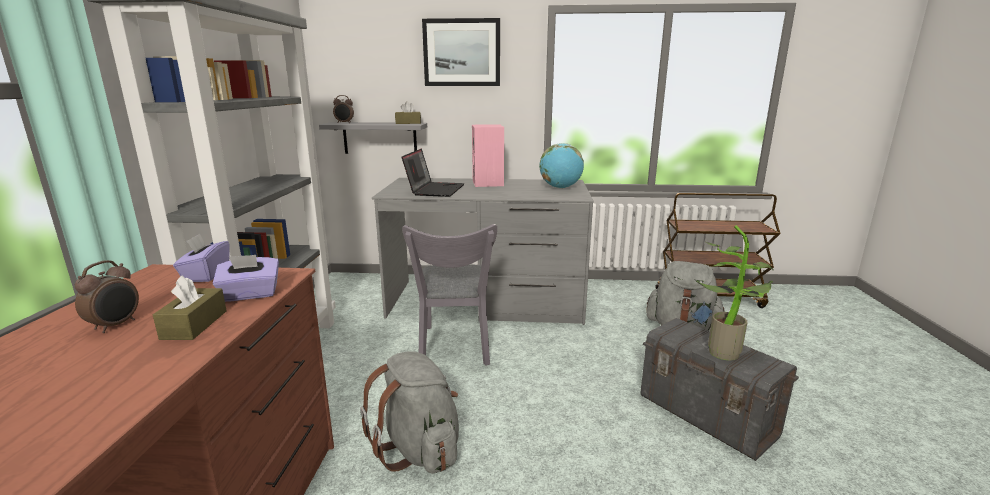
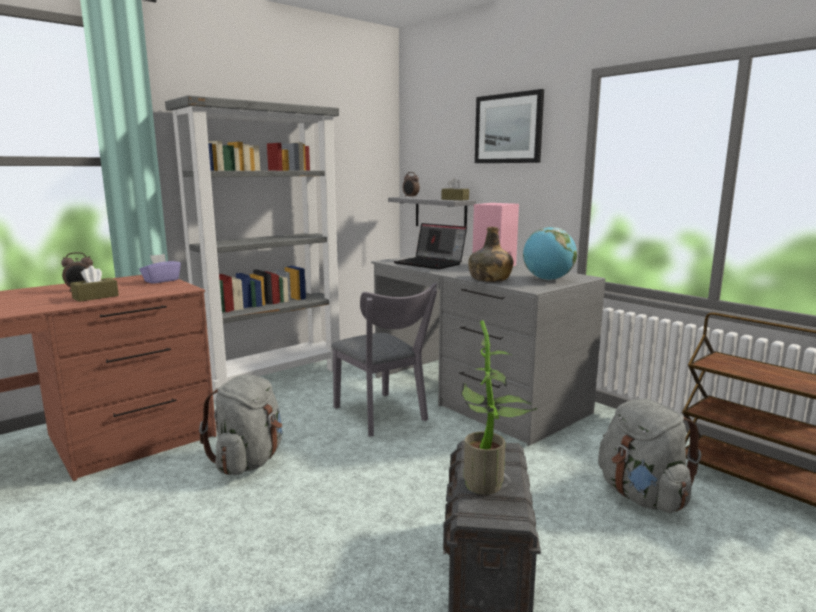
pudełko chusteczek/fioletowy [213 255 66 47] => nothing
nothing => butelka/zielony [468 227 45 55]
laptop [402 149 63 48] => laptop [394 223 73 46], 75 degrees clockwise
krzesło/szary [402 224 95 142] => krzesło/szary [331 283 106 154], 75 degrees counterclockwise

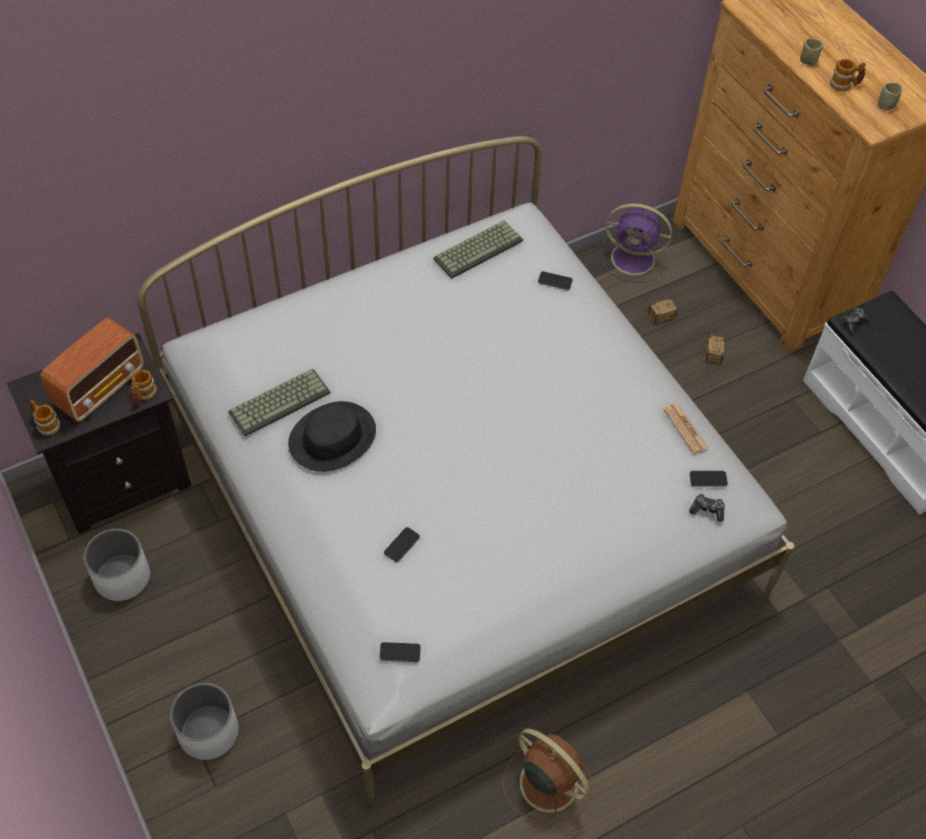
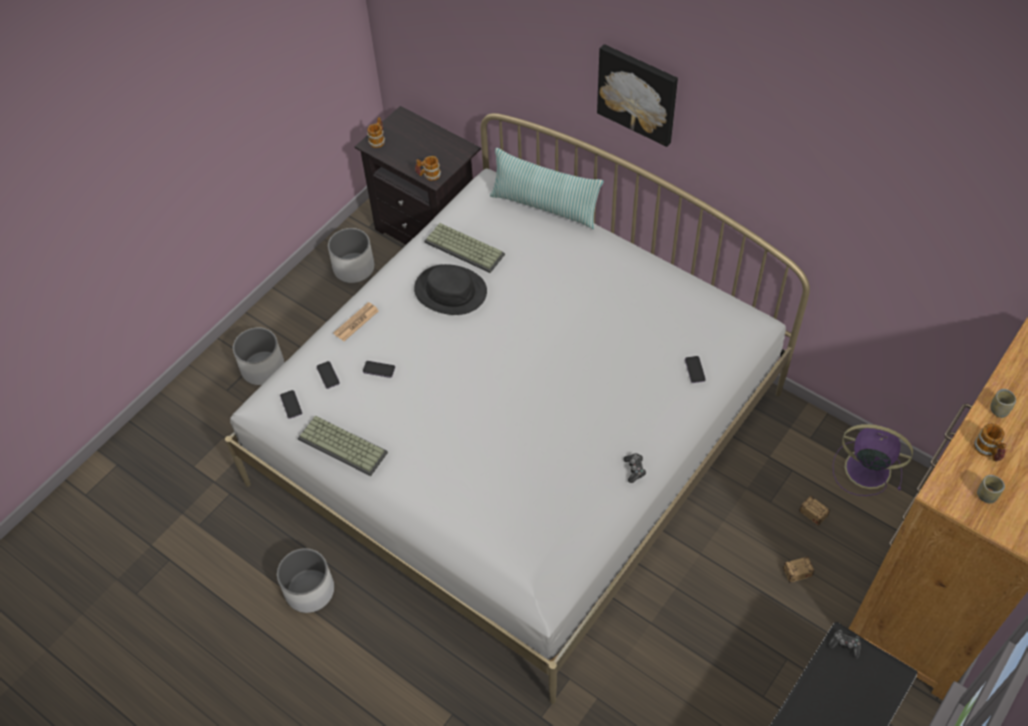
radio [41 318 103 104] => nothing
nothing => poduszka [490 148 114 81]
nothing => obraz [597 44 81 103]
klawiatura [433 220 90 59] => klawiatura [298 416 90 60], moved
gazeta [663 403 45 51] => gazeta [333 302 46 39], moved
telefon [689 471 39 16] => telefon [317 361 23 28], moved
pad do gier [689 494 36 28] => pad do gier [624 453 22 30], moved
wentylator/brązowy [503 728 89 98] => donica/biały [277 548 57 65]
wentylator/fioletowy [601 203 71 80] => wentylator/fioletowy [833 424 80 72], 120 degrees clockwise

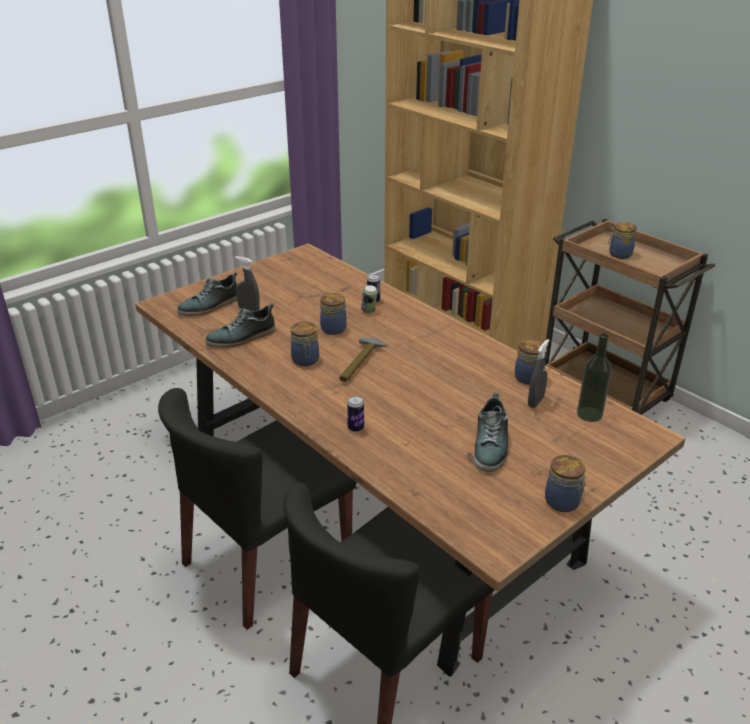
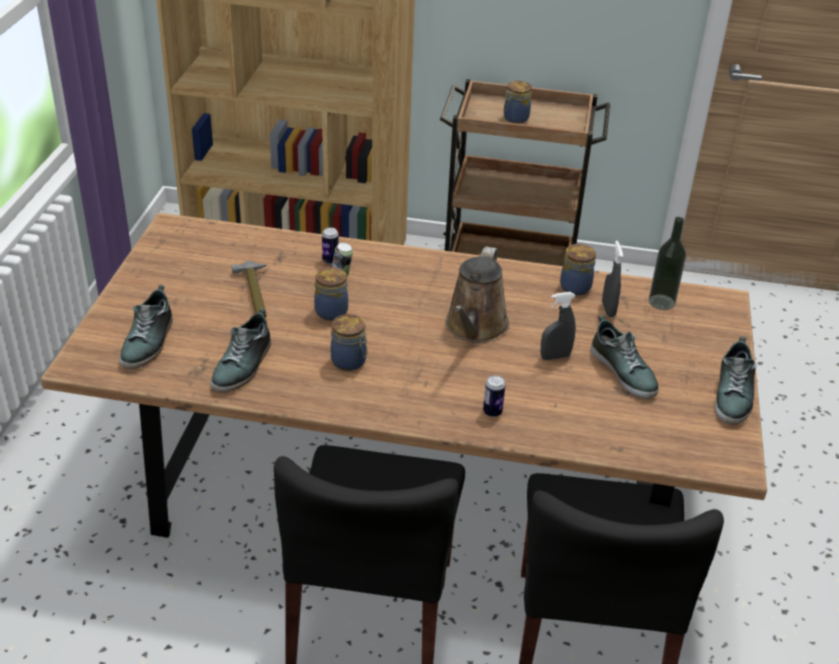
nothing => konewka/brązowy [445 246 64 97]
spryskiwacz/szary [235 256 25 55] => spryskiwacz/szary [540 292 36 68], moved
młotek [339 337 48 45] => młotek [232 261 35 57], moved
słoik [545 455 41 57] => but [715 336 41 89]

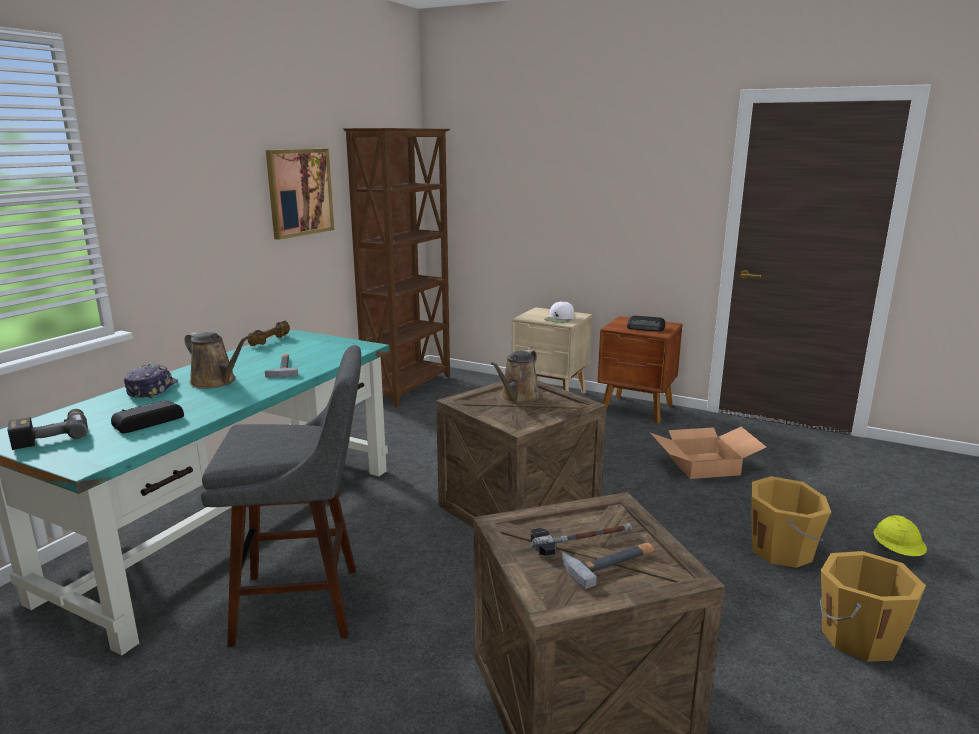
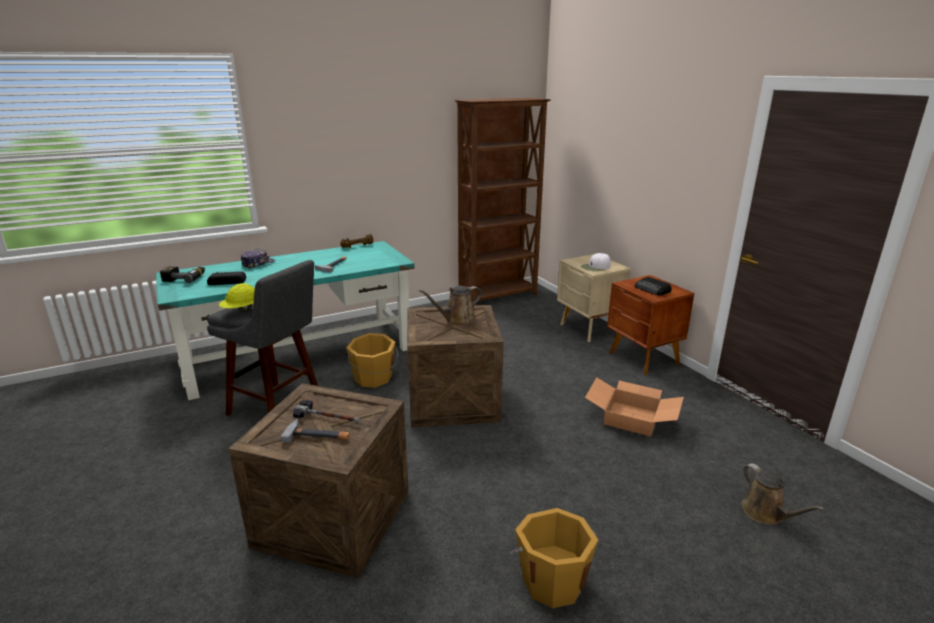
obraz [266 149 68 91] => nothing
konewka/brązowy [185 332 63 57] => konewka/brązowy [742 464 82 61], moved
wiadro/pomarańczowy [751 476 80 92] => wiadro/pomarańczowy [346 333 52 55], moved
kask/żółty [874 515 53 41] => kask/żółty [219 283 36 29], moved

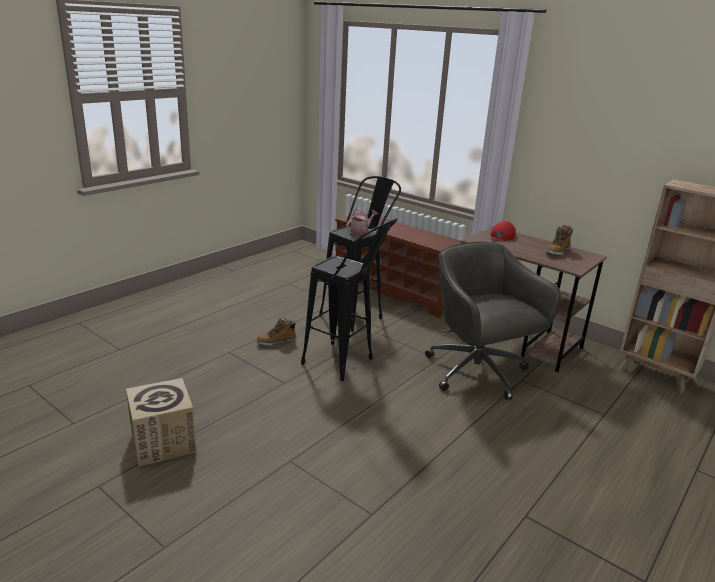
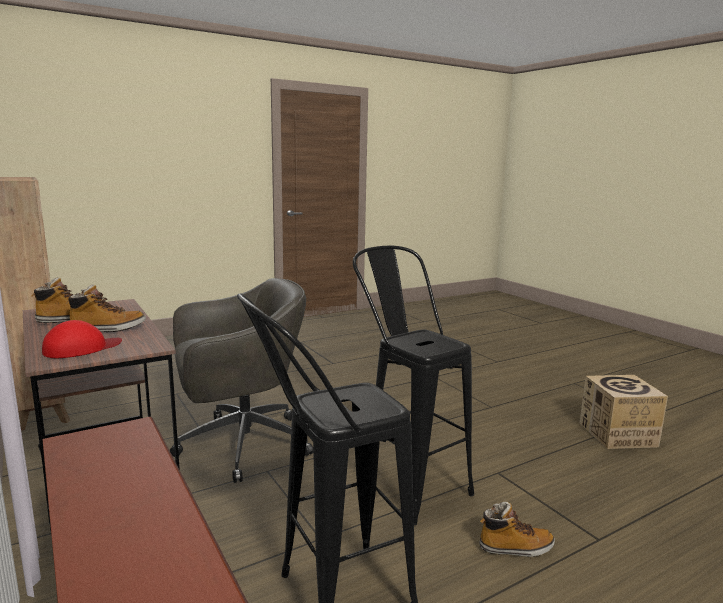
konewka [346 208 32 29] => nothing
nothing => but z cholewką [65 284 81 48]
krzesło biurowe/szary [425 242 136 158] => krzesło biurowe/szary [170 278 143 205], 105 degrees counterclockwise

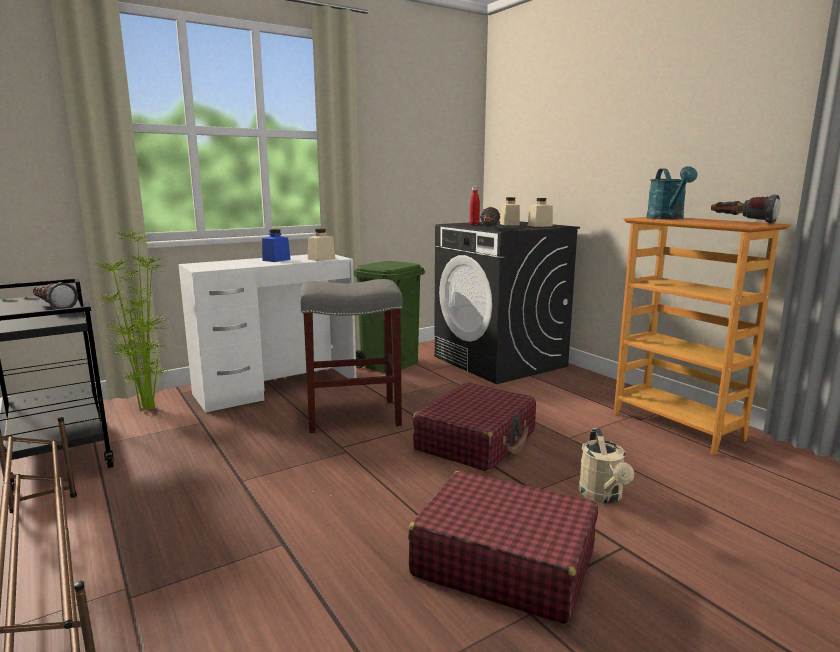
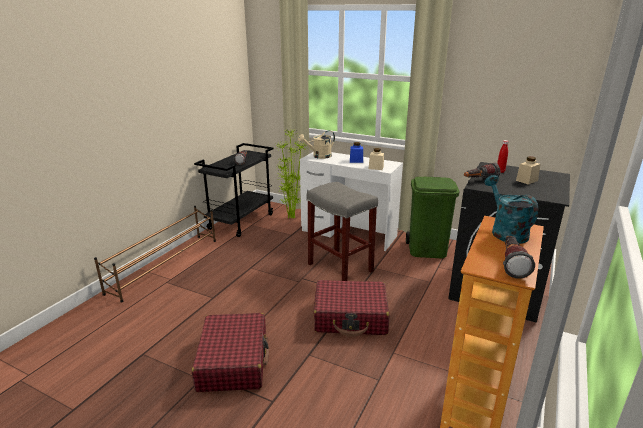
słoik/beżowy [528 198 25 29] => nothing
konewka/beżowy [578 428 56 75] => konewka/beżowy [298 130 37 29], moved
konewka/turkusowy [646 166 52 53] => konewka/turkusowy [484 175 54 69], 105 degrees clockwise

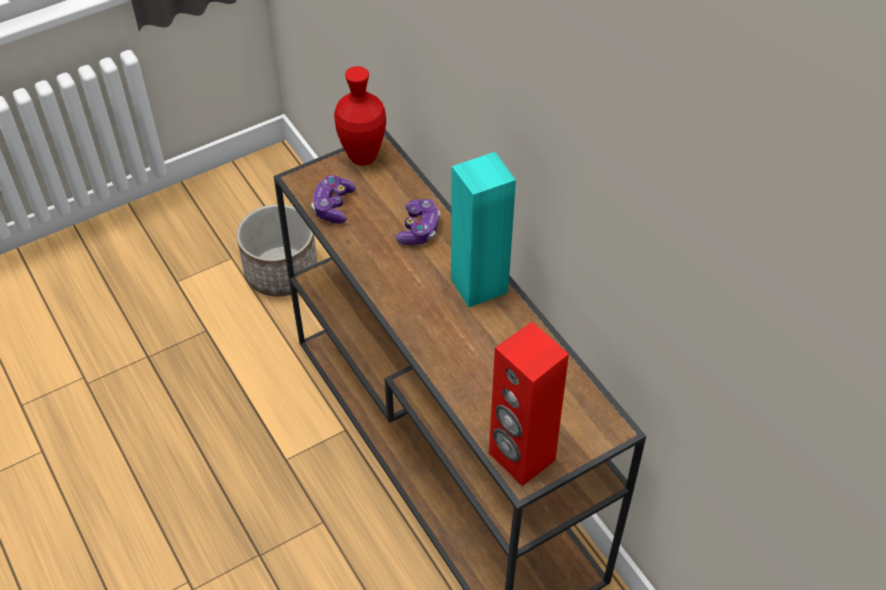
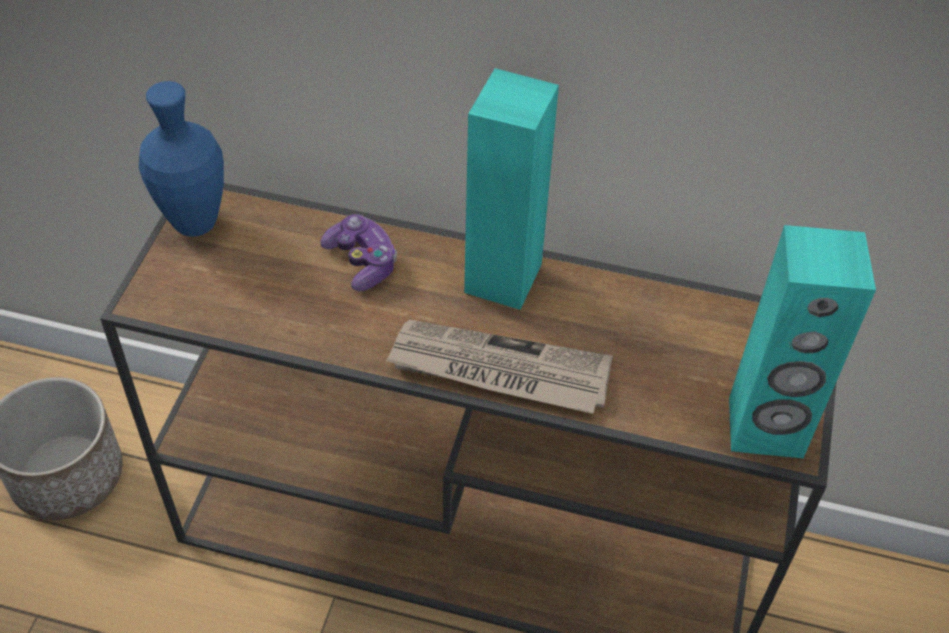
pad do gier [311 175 45 49] => nothing
nothing => gazeta [385 320 228 94]
wazon/czerwony [334 66 52 100] => wazon/niebieski [139 81 85 156]
głośnik/czerwony [489 322 80 164] => głośnik/turkusowy [729 225 147 233]

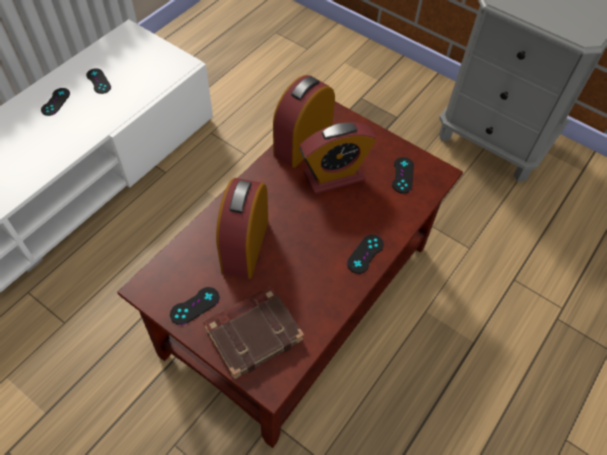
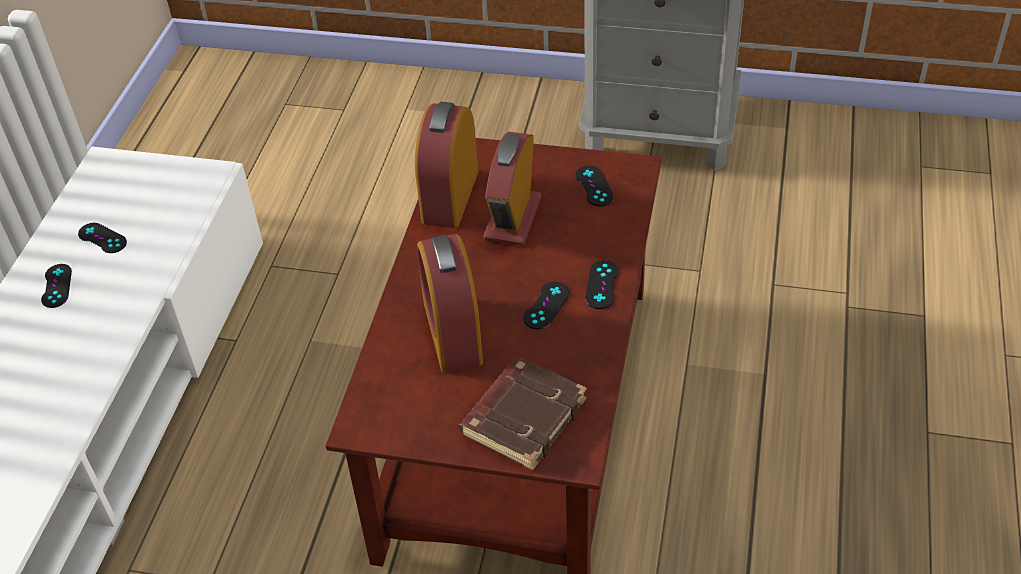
pad do gier/czarny [170 287 49 38] => pad do gier/czarny [523 282 47 47], moved
budzik [300 122 76 72] => budzik [483 132 59 114], 150 degrees clockwise

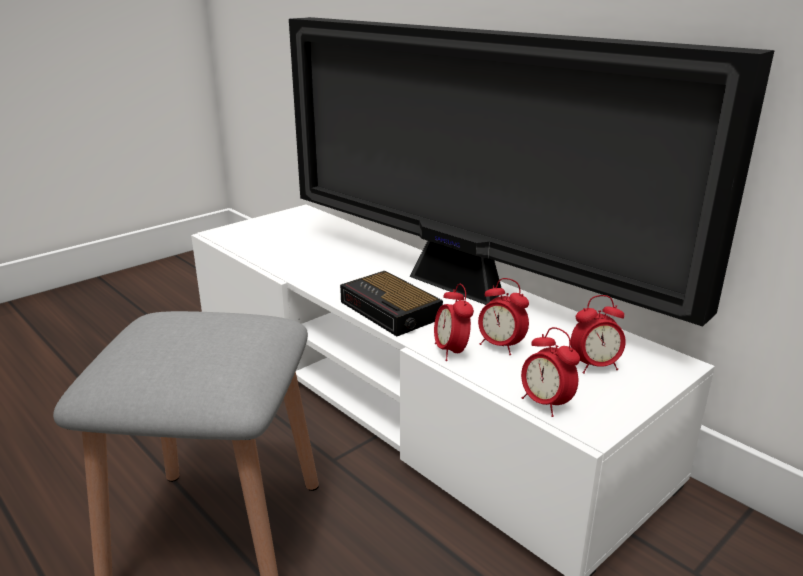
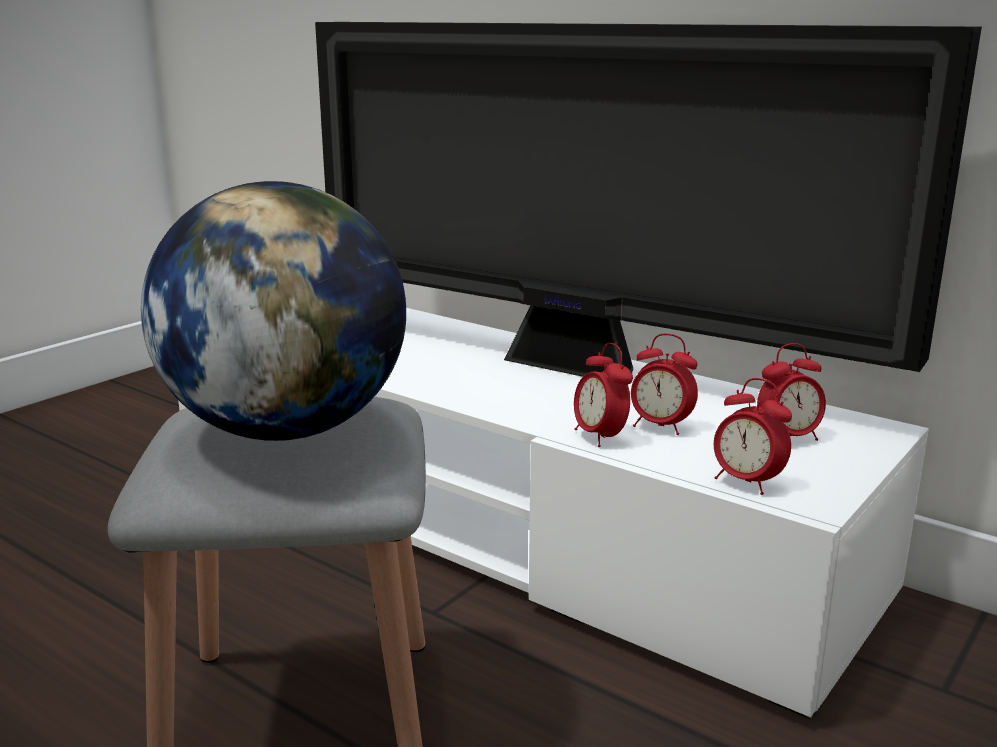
budzik [340 271 103 65] => nothing
nothing => globus [141 181 265 260]

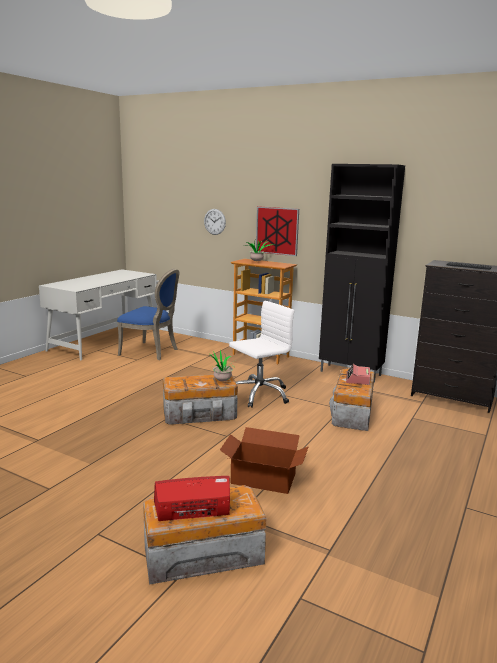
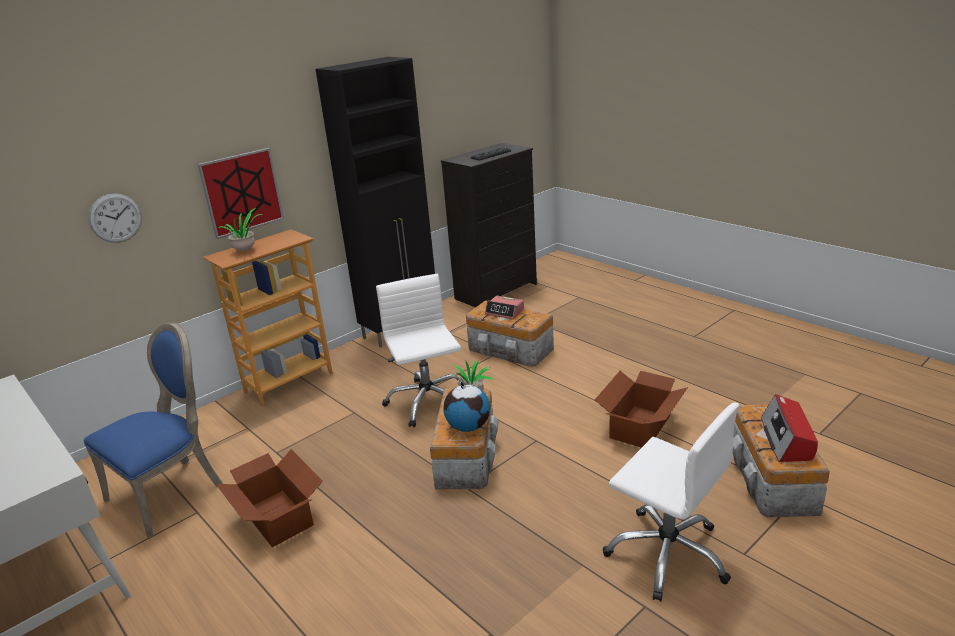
nothing => karton [216 449 107 98]
nothing => globus [443 382 47 50]
nothing => krzesło biurowe/biały [603 402 136 200]

